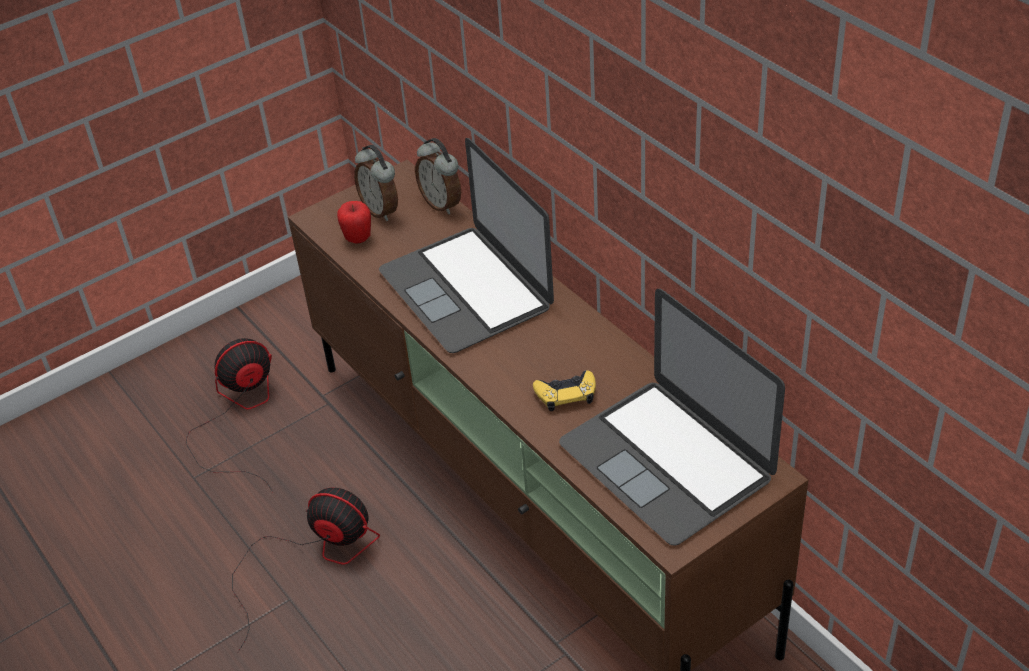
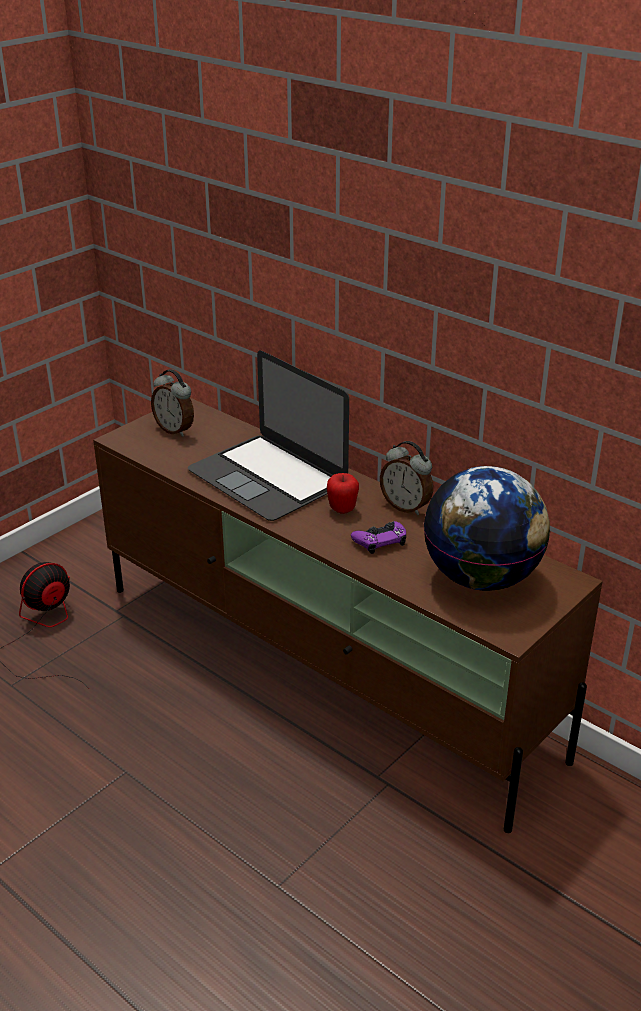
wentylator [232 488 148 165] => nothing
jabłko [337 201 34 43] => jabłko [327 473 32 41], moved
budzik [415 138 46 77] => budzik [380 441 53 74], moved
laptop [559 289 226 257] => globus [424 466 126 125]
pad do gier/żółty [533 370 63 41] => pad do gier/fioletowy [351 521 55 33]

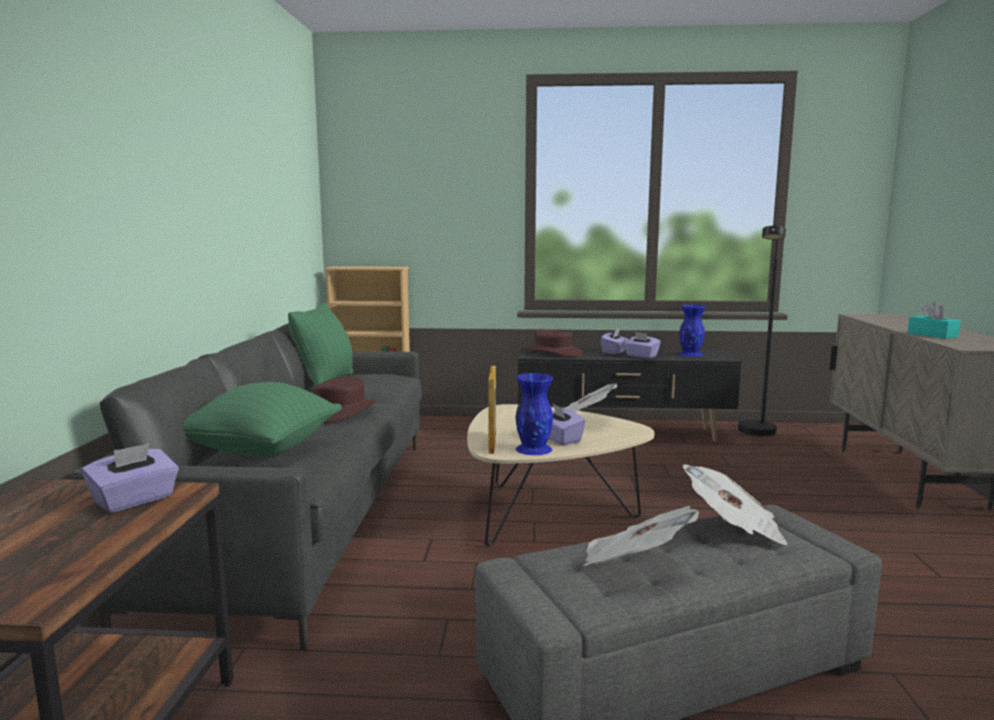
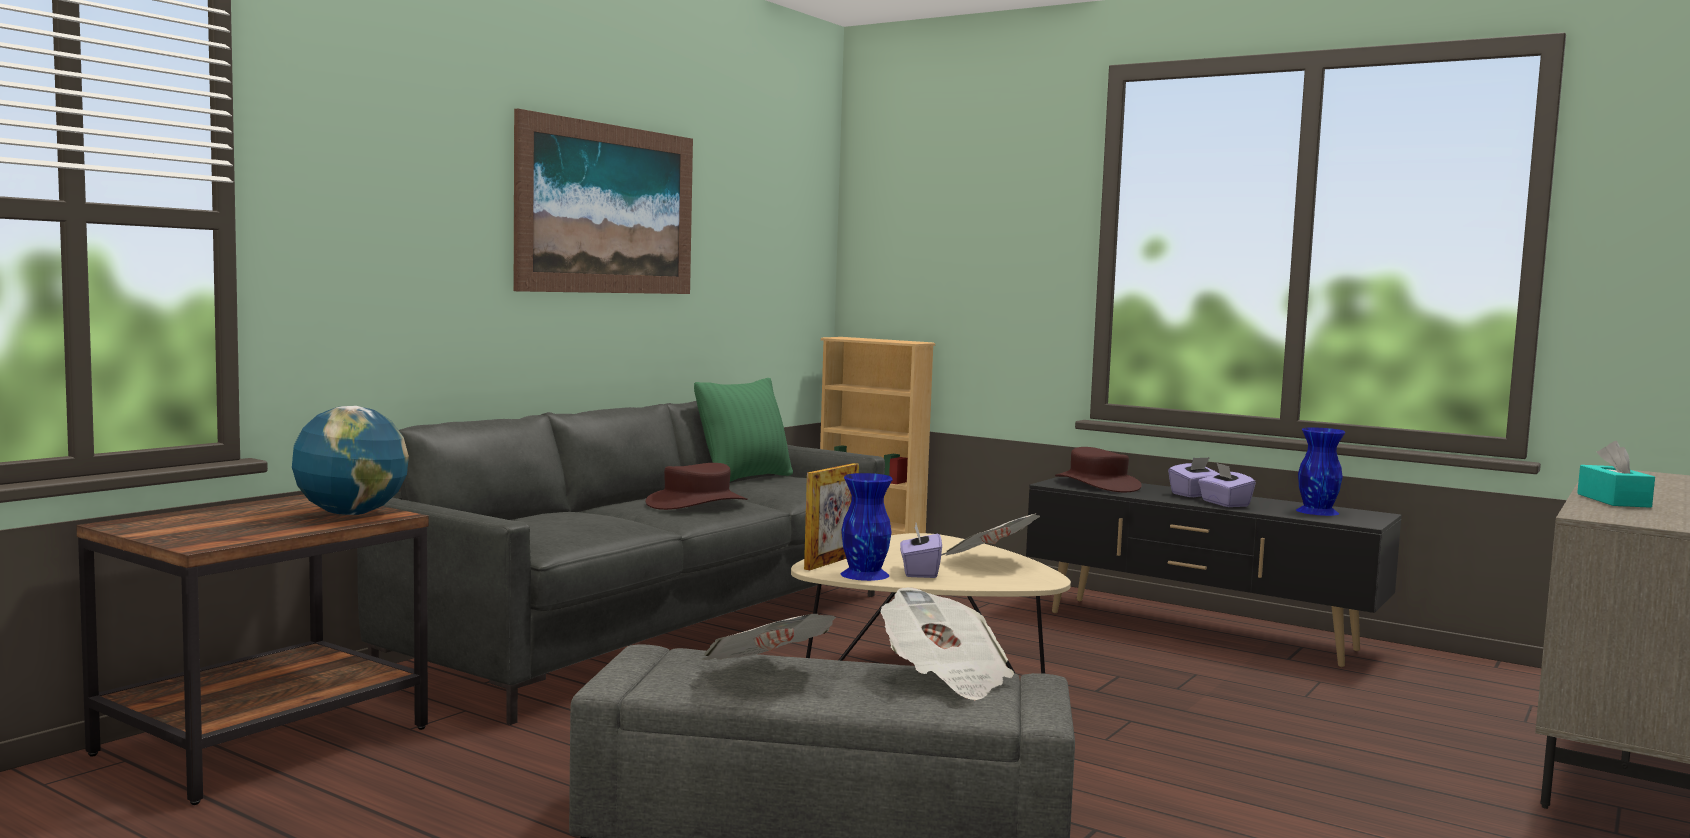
poduszka/zielony [183 382 159 75] => nothing
lampa stojąca/czarny [738 225 48 211] => nothing
nothing => obraz [514 109 179 185]
pudełko chusteczek/fioletowy [82 443 97 70] => globus [292 406 117 109]

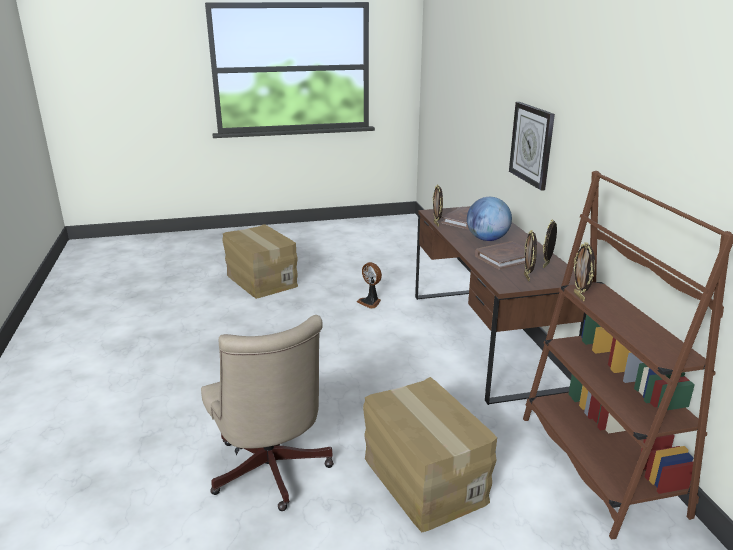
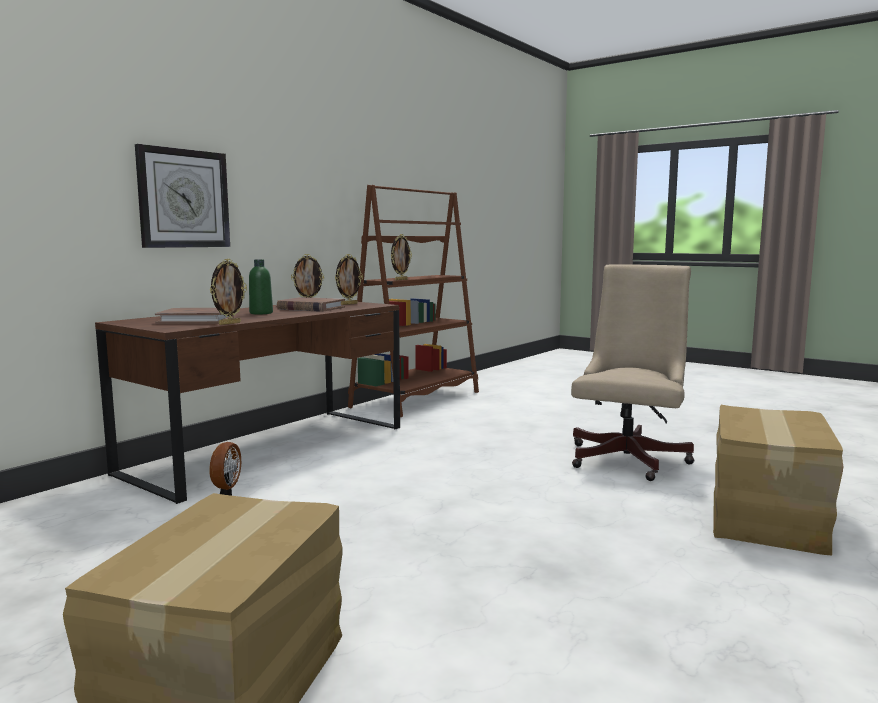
karton [363 377 134 155] => karton [713 405 130 151], moved
globus [467 197 45 44] => butelka/zielony [249 259 24 55]

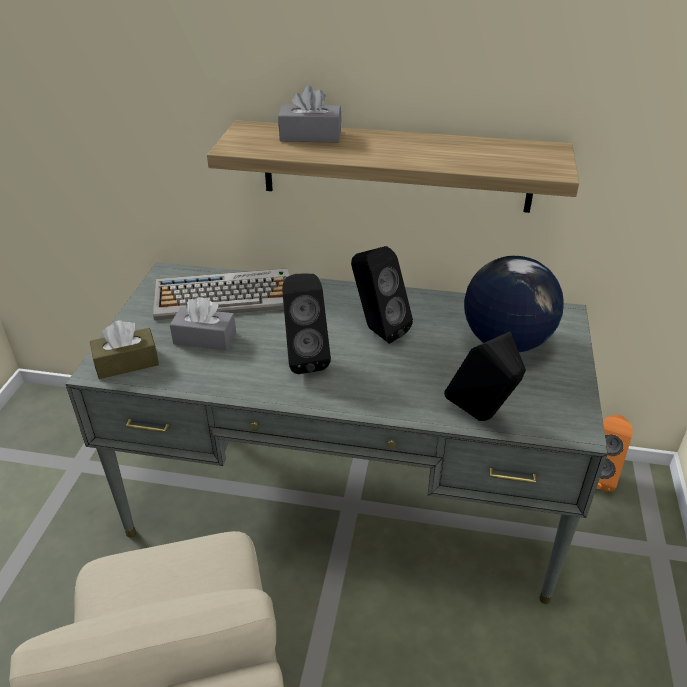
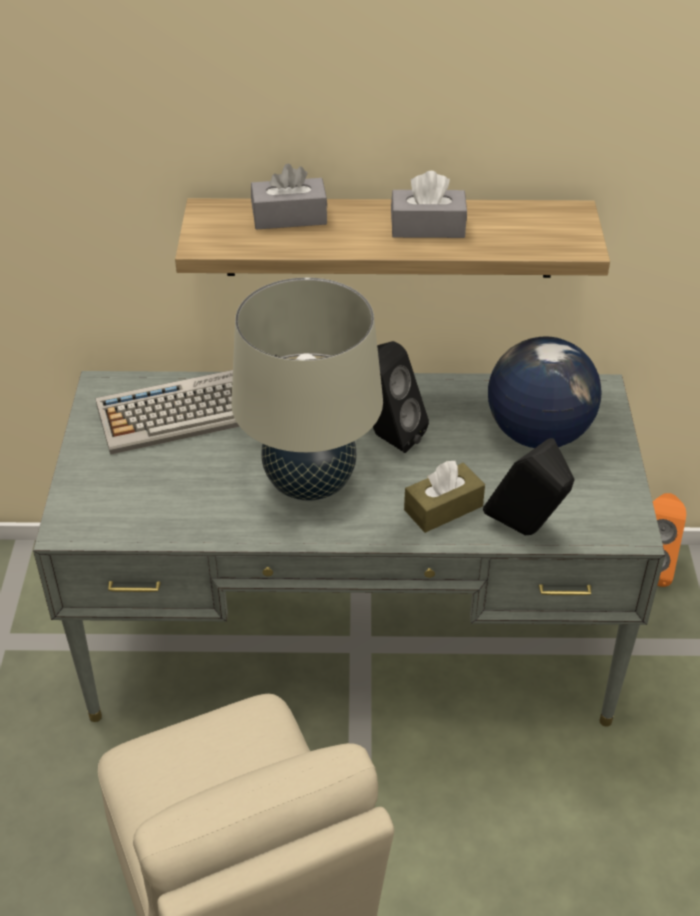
pudełko chusteczek/brązowy [90 320 69 59] => pudełko chusteczek/brązowy [404 460 81 73], moved
pudełko chusteczek/szary [170 297 66 54] => pudełko chusteczek/szary [391 171 76 67], moved
głośnik/czarny [282 273 49 101] => lampa stołowa/beżowy [231 277 152 224]

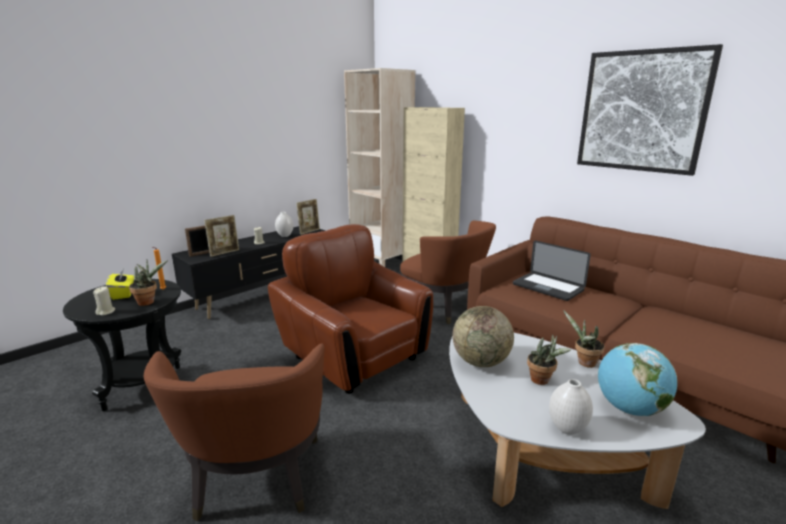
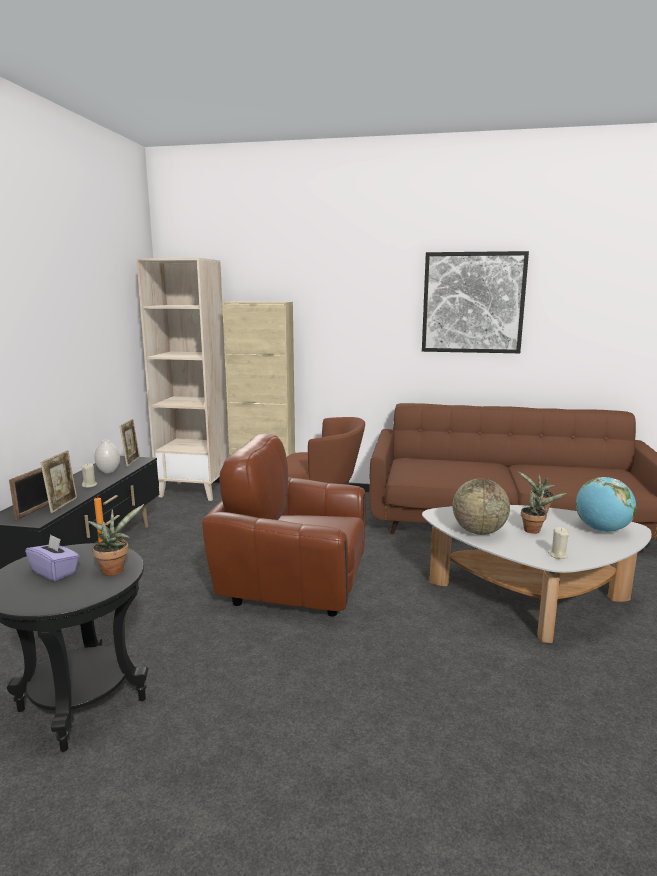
fotel/brązowy [144 343 181 178] => nothing
laptop [513 240 78 61] => nothing
wazon/biały [549 379 44 56] => nothing
świeca/beżowy [93 286 22 30] => świeca/beżowy [548 527 21 32], moved
pudełko chusteczek/żółty [106 269 28 31] => pudełko chusteczek/fioletowy [25 534 55 47]

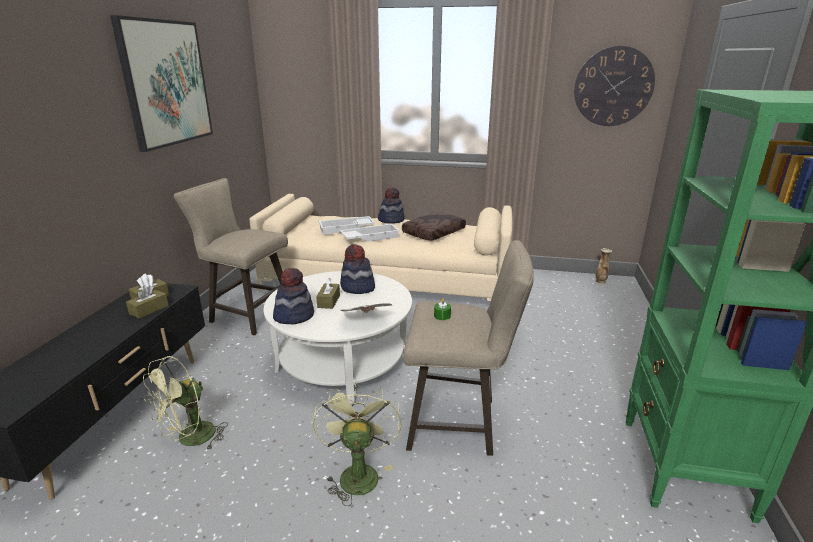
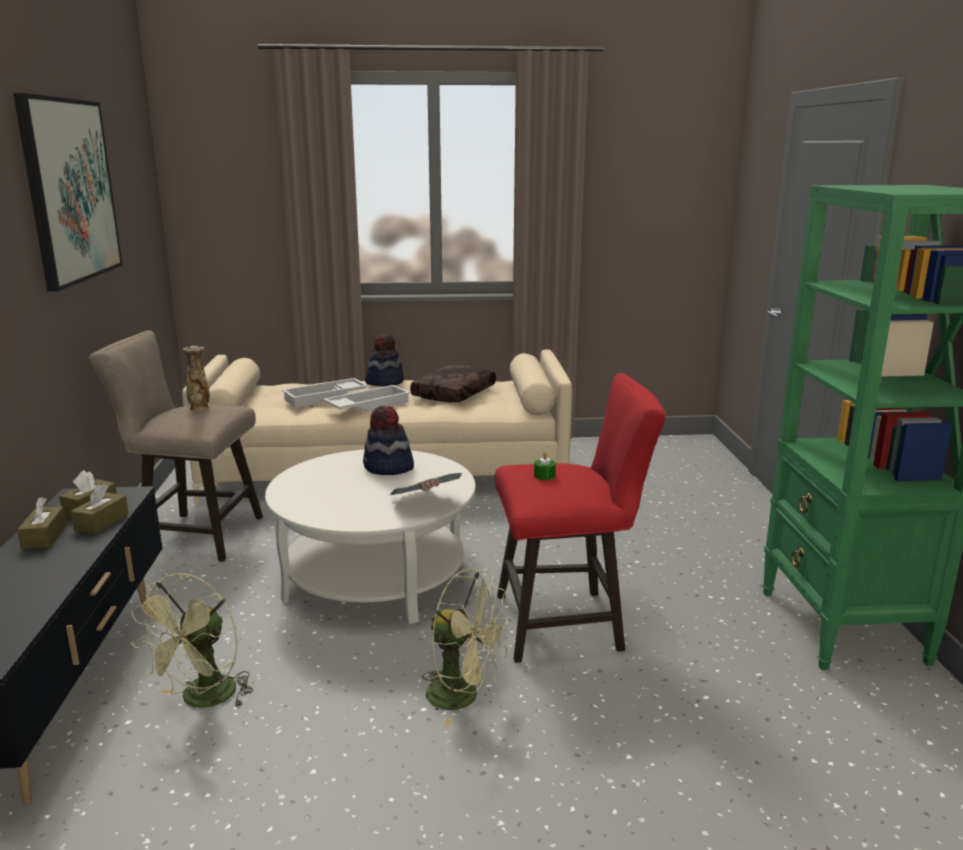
kapelusz [273 268 41 56] => nothing
zegar ścienny [574 46 81 80] => nothing
pudełko chusteczek/brązowy [316 278 24 31] => pudełko chusteczek/brązowy [17 497 50 53], moved
wazon [596 248 16 36] => wazon [183 346 27 65], moved
stołek/beżowy [403 240 131 216] => stołek/czerwony [495 373 171 290]
wentylator/zielony [312 383 90 123] => wentylator/zielony [422 569 89 157], 135 degrees clockwise

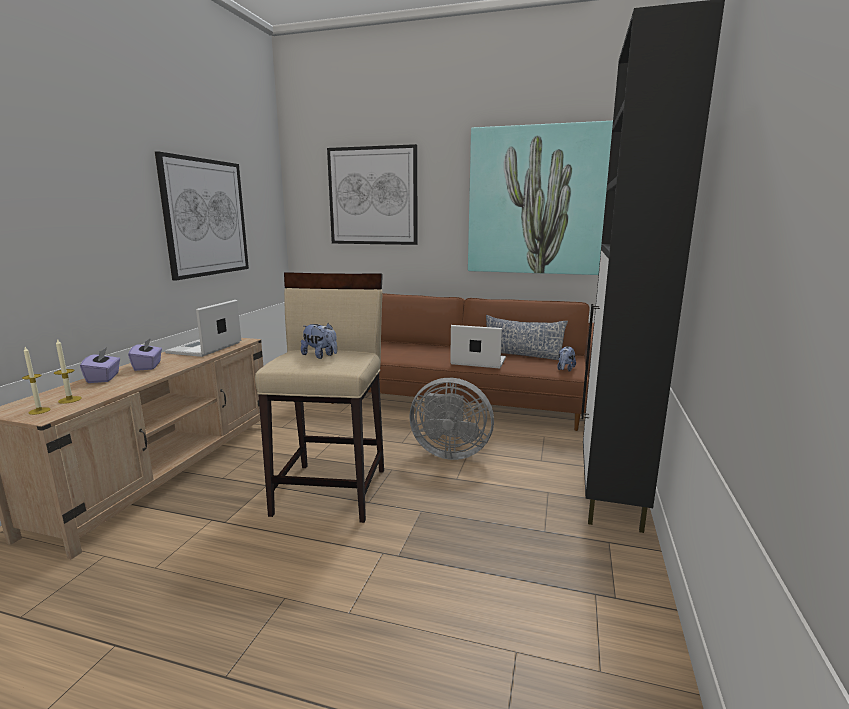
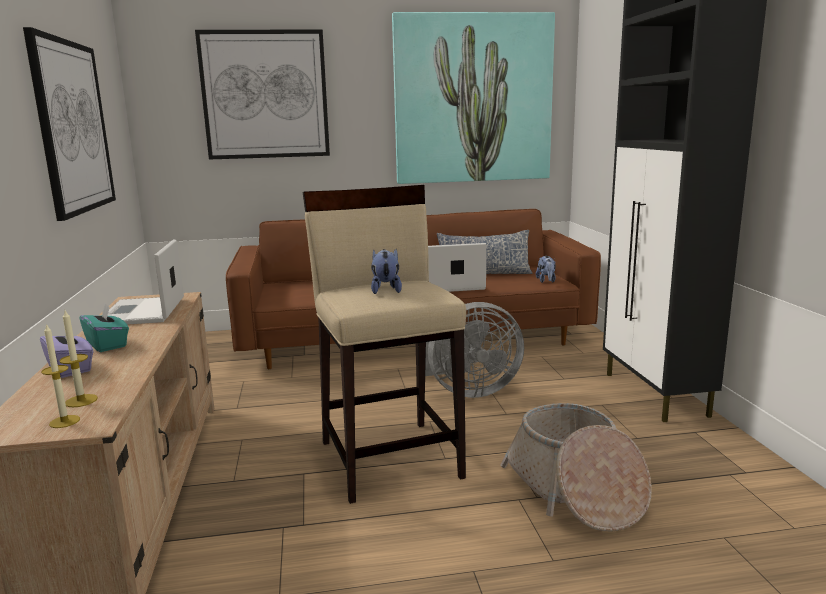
nothing => koszyk [500 403 152 129]
pudełko chusteczek/fioletowy [128 338 34 33] => pudełko chusteczek/turkusowy [79 304 50 48]
pluszak [301 323 36 36] => pluszak [371 249 31 45], 105 degrees counterclockwise

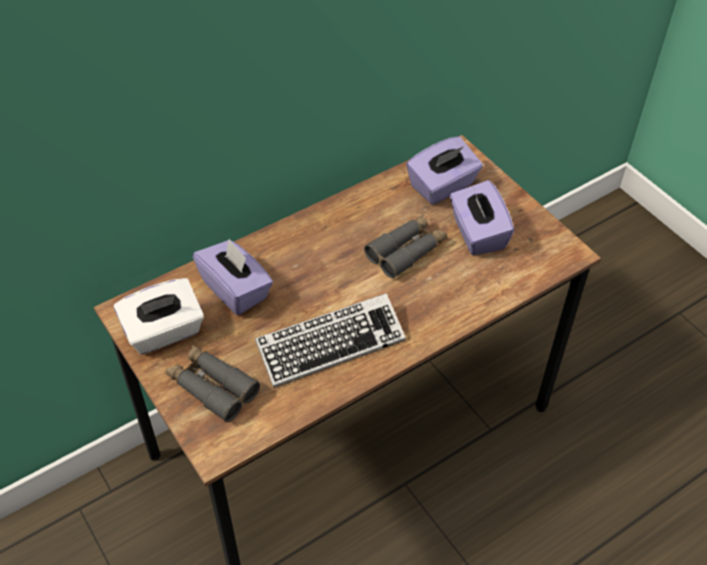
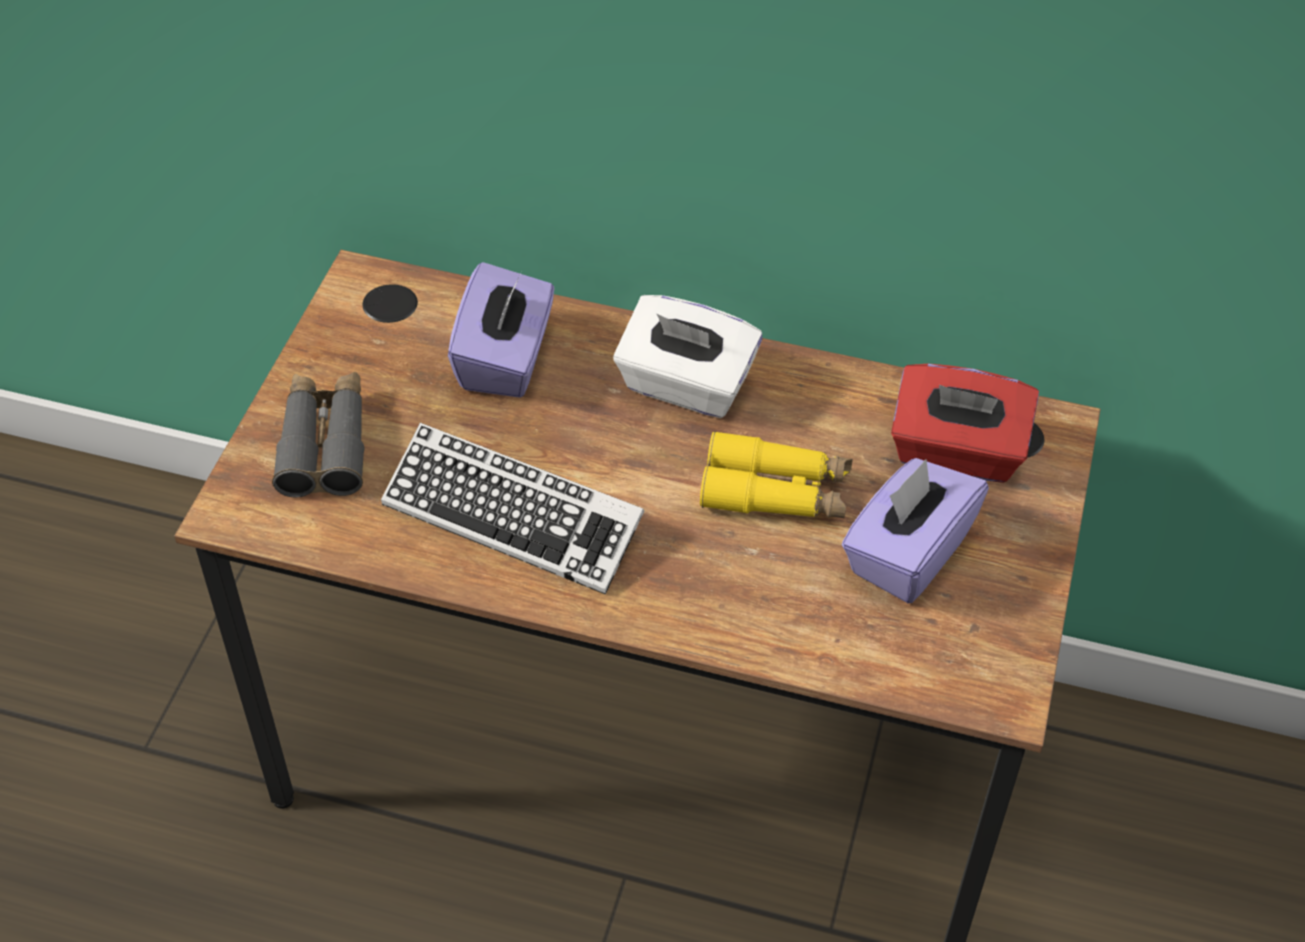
pudełko chusteczek/biały [114 278 90 76] => pudełko chusteczek/biały [613 295 150 123], moved
lornetka/szary [364 214 83 64] => lornetka/żółty [700 431 153 87]
pudełko chusteczek/fioletowy [406 137 77 67] => pudełko chusteczek/czerwony [891 364 148 119]

